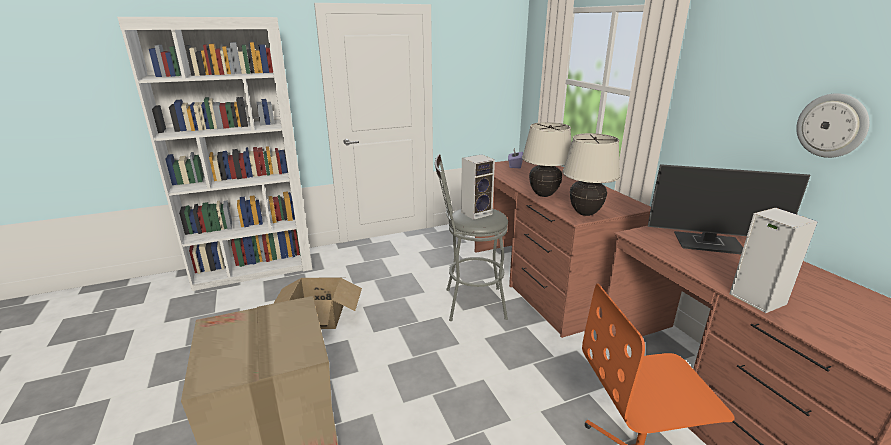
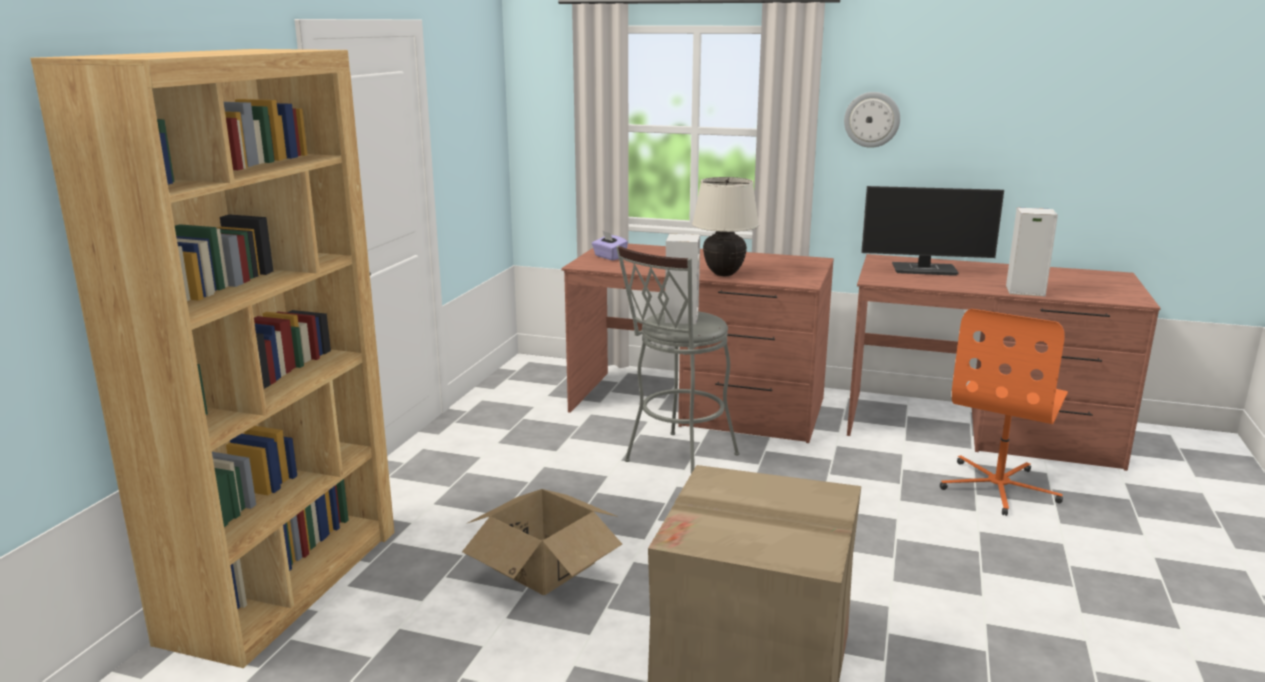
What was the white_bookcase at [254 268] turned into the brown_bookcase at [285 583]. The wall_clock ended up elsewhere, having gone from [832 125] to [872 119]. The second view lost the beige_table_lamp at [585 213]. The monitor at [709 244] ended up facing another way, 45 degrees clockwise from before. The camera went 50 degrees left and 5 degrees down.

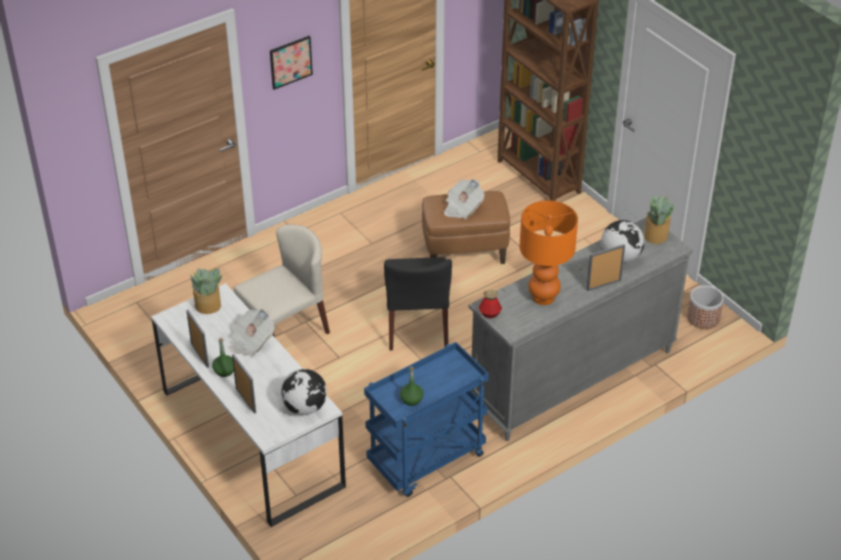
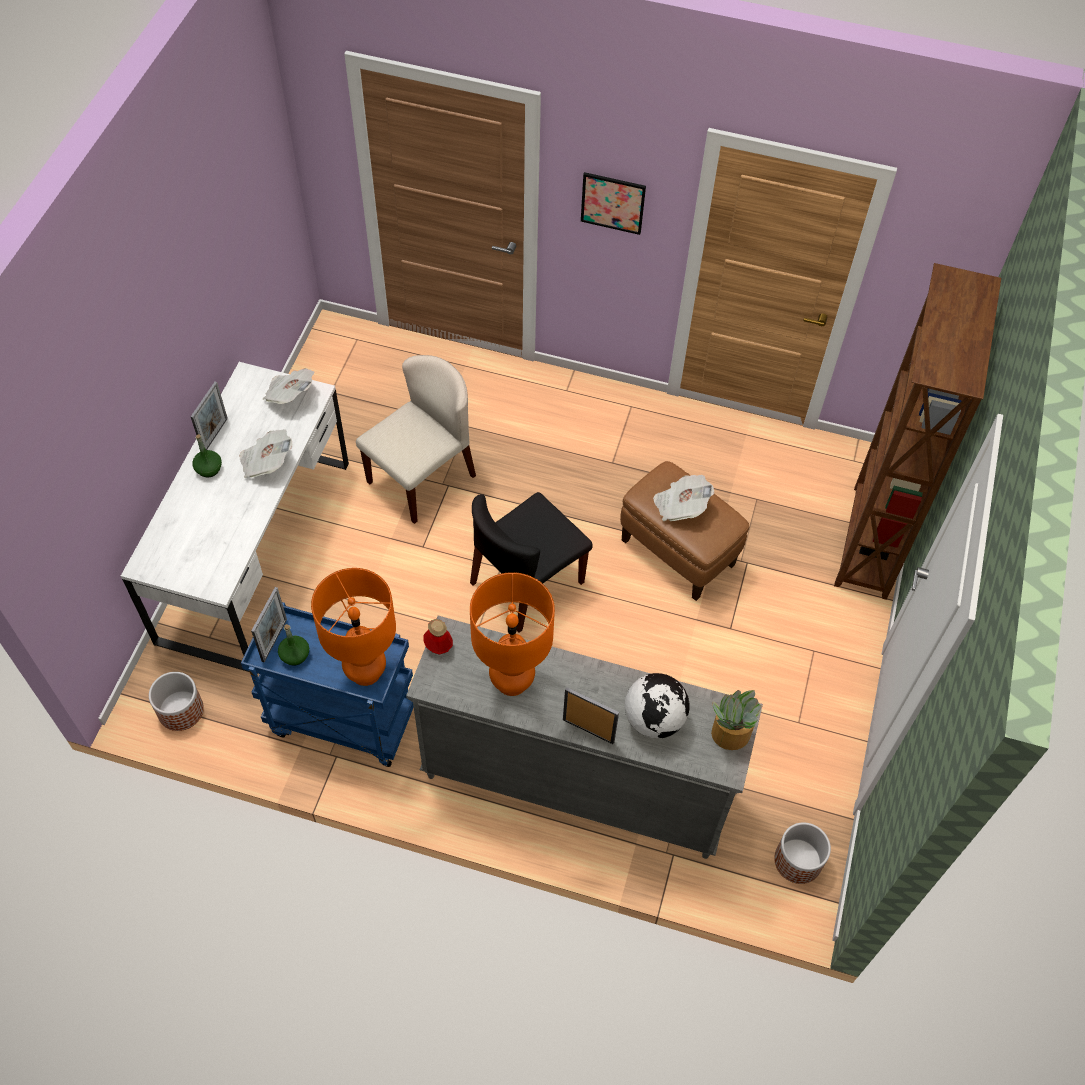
The beige_chair at [286 330] ended up facing another way, 60 degrees counterclockwise from before. Where the potted_plant stood at [208 306], the newspaper came to stand at [290 394]. The picture_frame ended up elsewhere, having gone from [246 400] to [274 640]. The second view lost the globe at [305 407]. The second view gained the orange_table_lamp at [365 671]. The second view gained the planter at [181 711]. The camera went 50 degrees right and 15 degrees up.

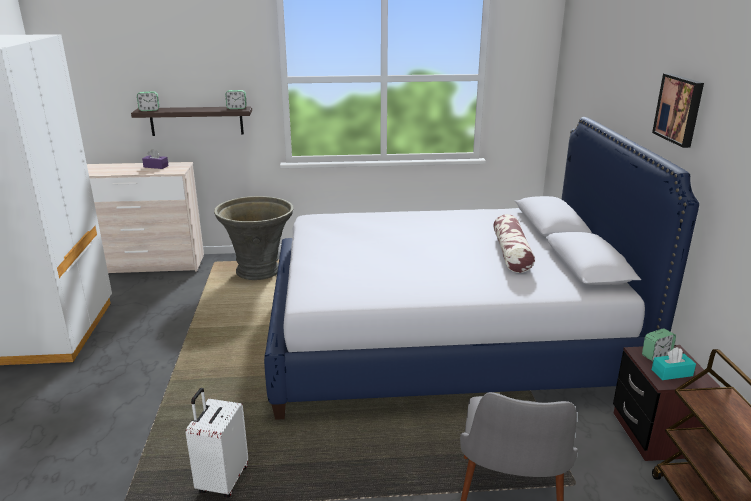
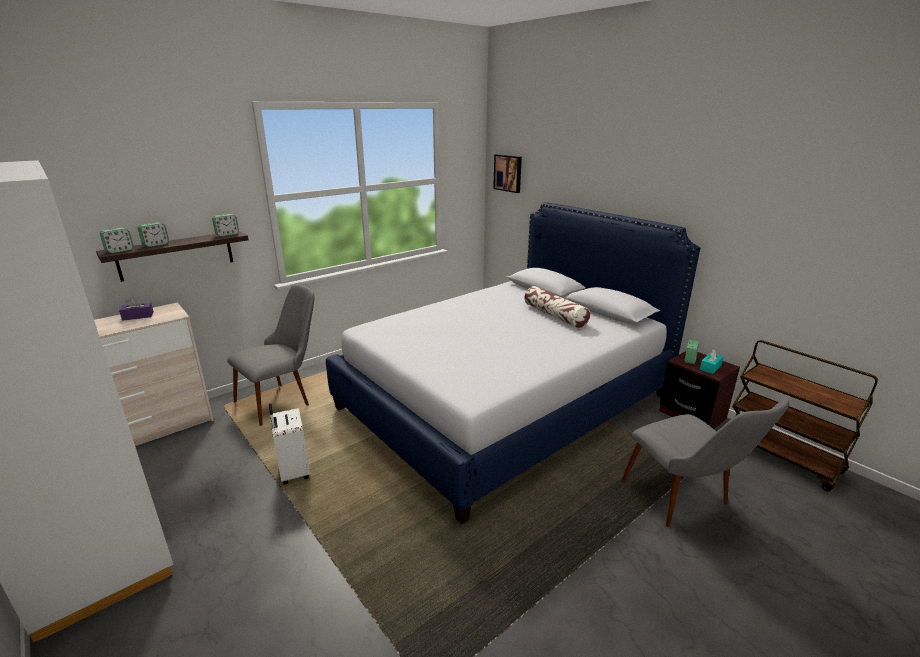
The picture ended up elsewhere, having gone from [680 109] to [508 173]. Where the grey_planter stood at [259 271], the grey_chair came to stand at [283 399]. The white_suitcase ended up elsewhere, having gone from [222 480] to [293 472]. The second view gained the alarm_clock at [156 244]. The camera went 35 degrees left and 0 degrees up.

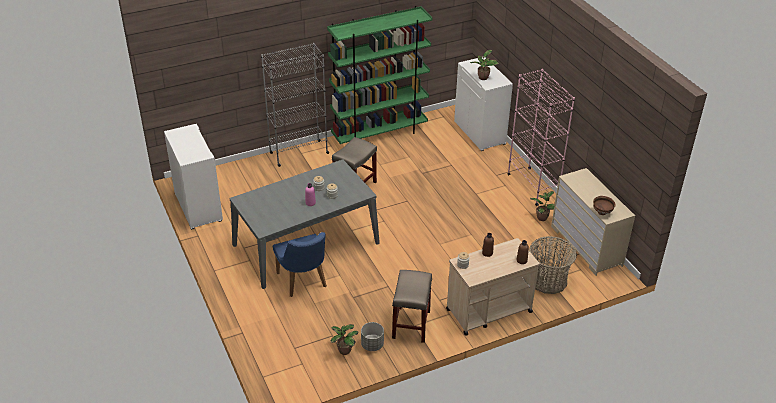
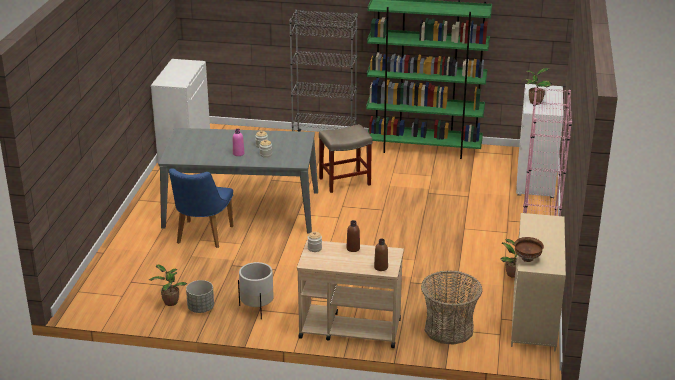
Where the beige_stool stood at [411 325], the white_planter came to stand at [257 308]. The camera went 35 degrees right and 10 degrees down.

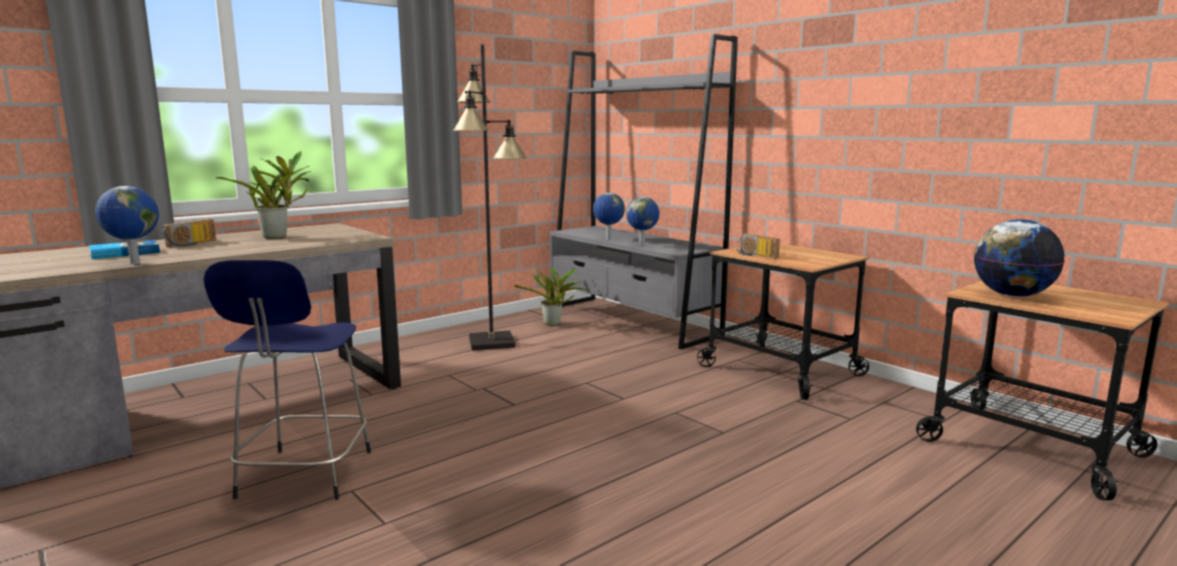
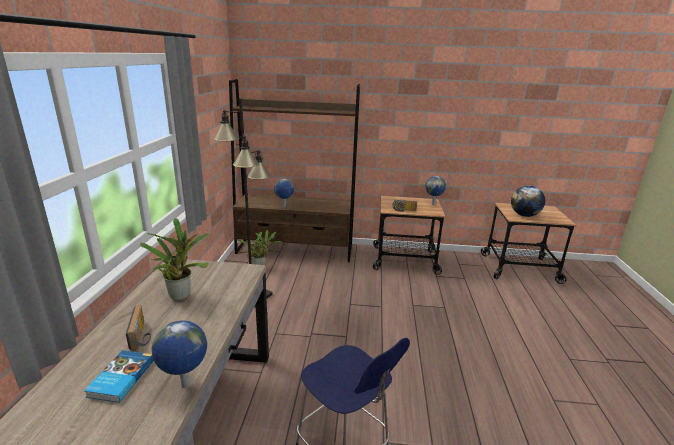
What was the grey_bookcase at [631 321] turned into the brown_bookcase at [295 249]. The globe ended up elsewhere, having gone from [642 245] to [433 204]. The camera went 45 degrees left and 10 degrees up.

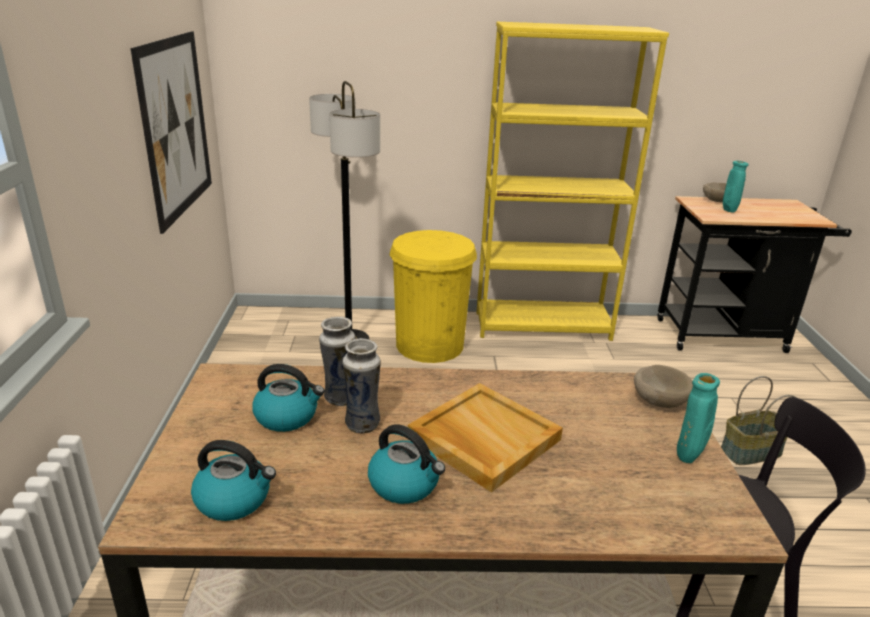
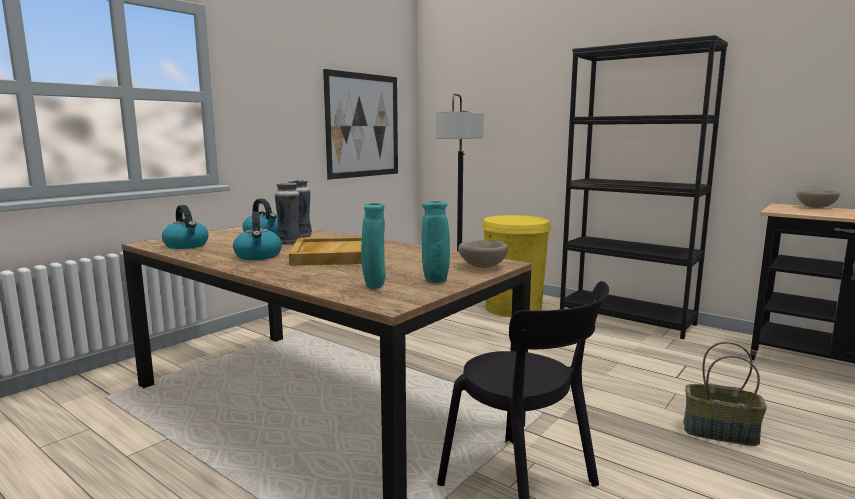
What was the yellow_bookcase at [542 326] turned into the black_bookcase at [626 318]. The turquoise_vase ended up elsewhere, having gone from [728 211] to [374 287]. The camera went 40 degrees right and 15 degrees down.

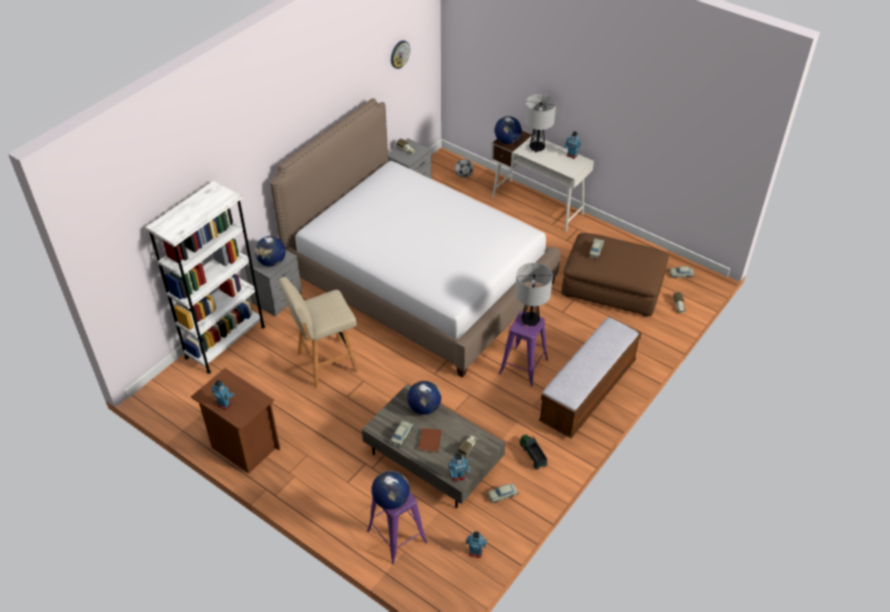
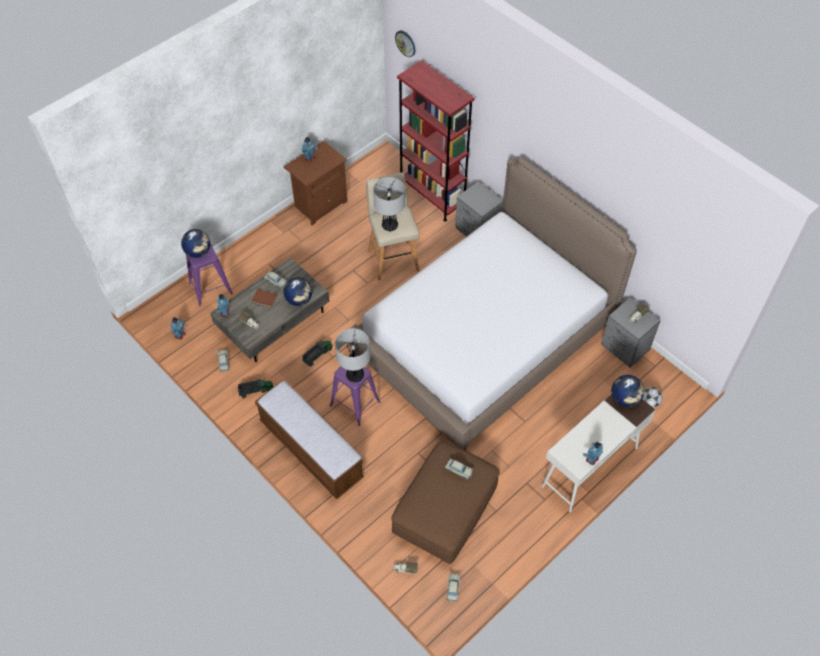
The wall_clock ended up elsewhere, having gone from [399 54] to [406 43]. The table_lamp ended up elsewhere, having gone from [537 148] to [390 226]. What was the white_bookcase at [225 342] turned into the red_bookcase at [432 195]. The second view lost the globe at [272 262]. The second view gained the toy_truck at [317 355]. The camera went 100 degrees right and 10 degrees up.

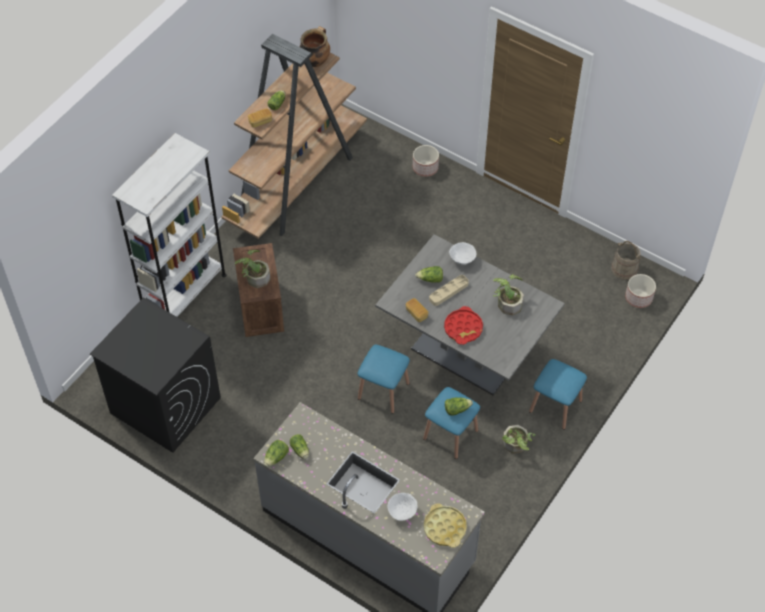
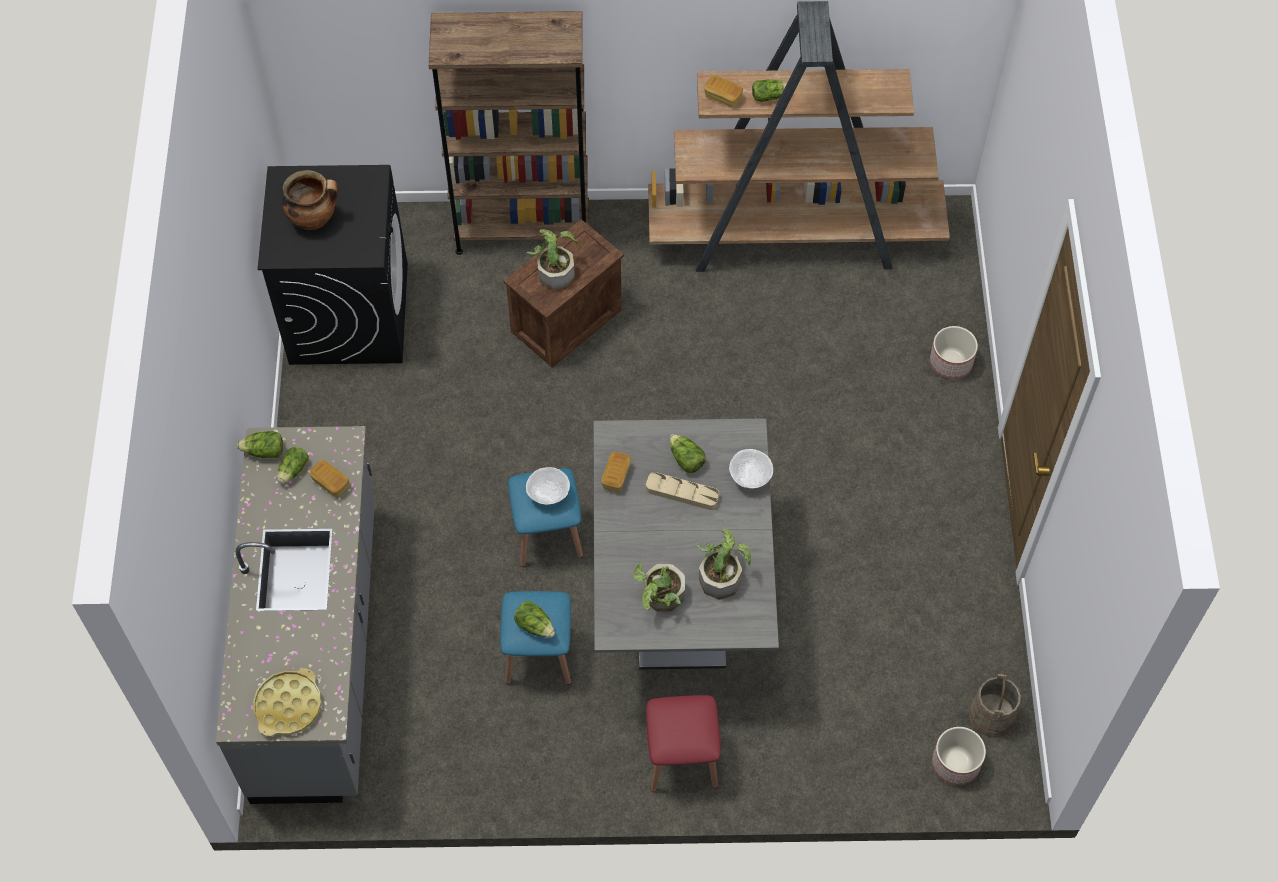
The cooking_pot ended up elsewhere, having gone from [315 61] to [314 219]. What was the white_bookcase at [184 295] turned into the brown_bookcase at [522 229]. The second view lost the red_tray at [463 328]. What was the blue_stool at [555 406] turned into the red_stool at [681 758]. The potted_plant ended up elsewhere, having gone from [516 446] to [659 598]. The white_bowl ended up elsewhere, having gone from [402 512] to [549 494]. The second view gained the bread at [331 483]. The camera went 55 degrees right and 5 degrees up.

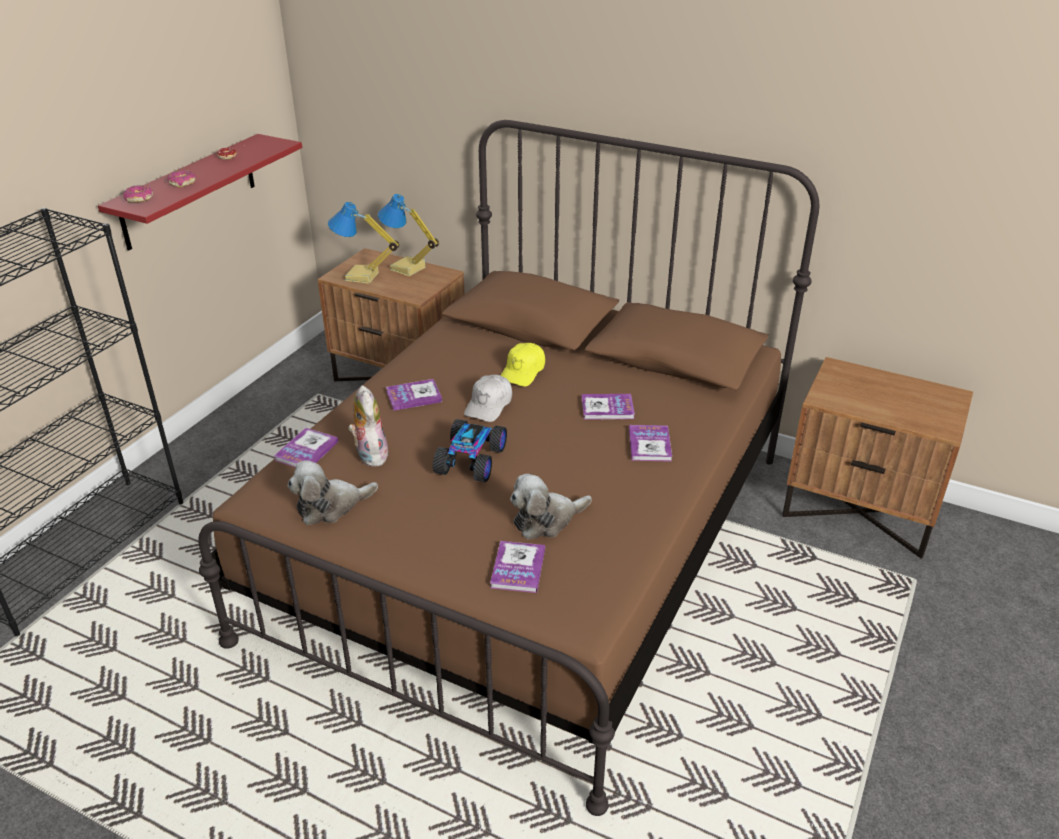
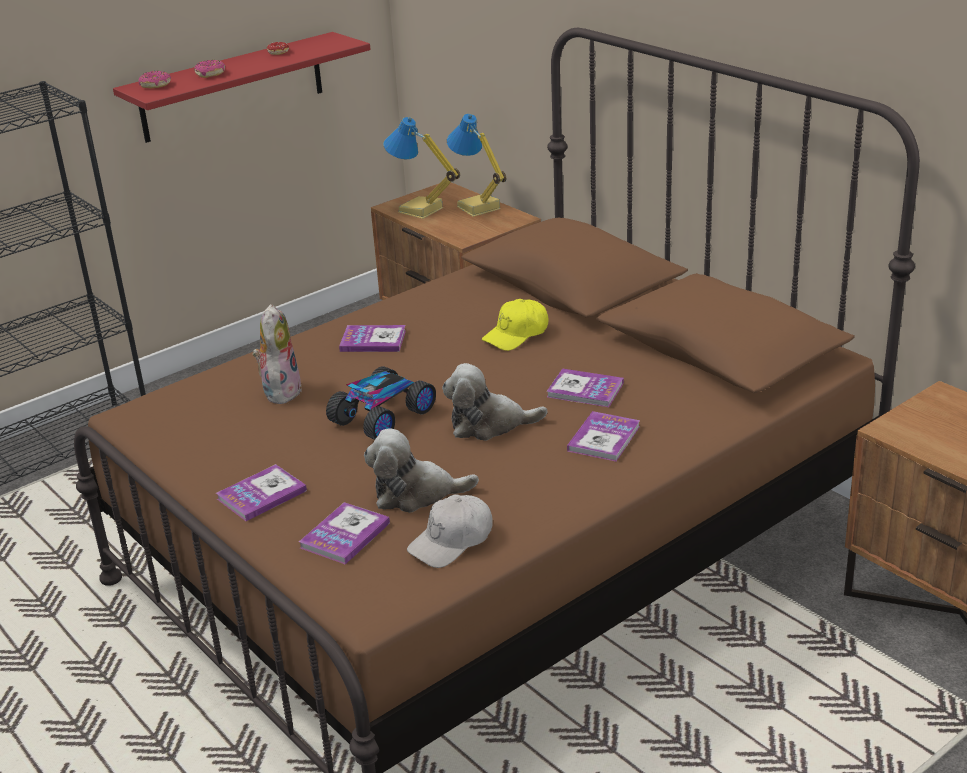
The white_cap ended up elsewhere, having gone from [489 405] to [452 541]. The book ended up elsewhere, having gone from [306 451] to [261 495]. The plush_toy ended up elsewhere, having gone from [330 506] to [489 424]. The camera went 25 degrees right and 5 degrees down.

